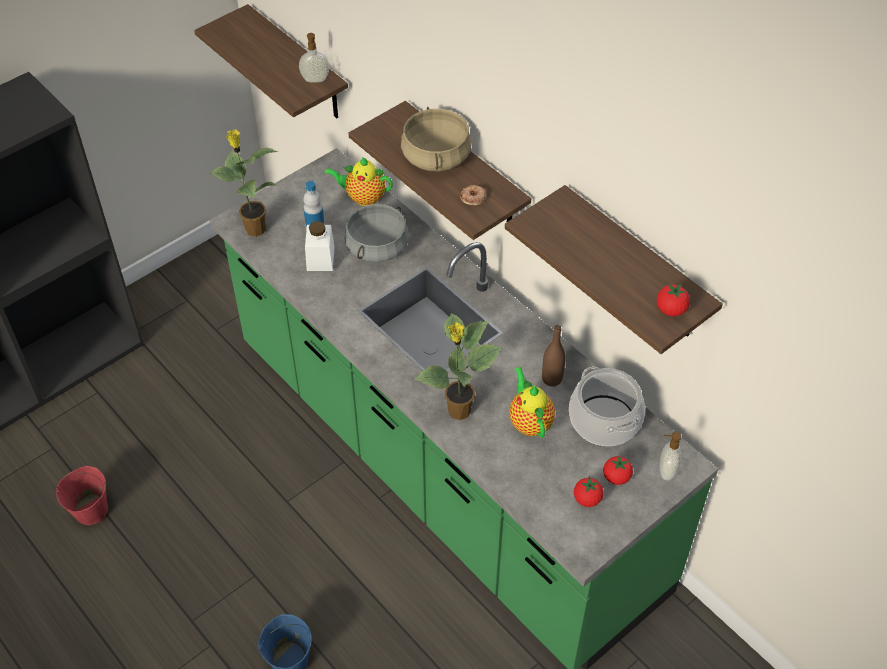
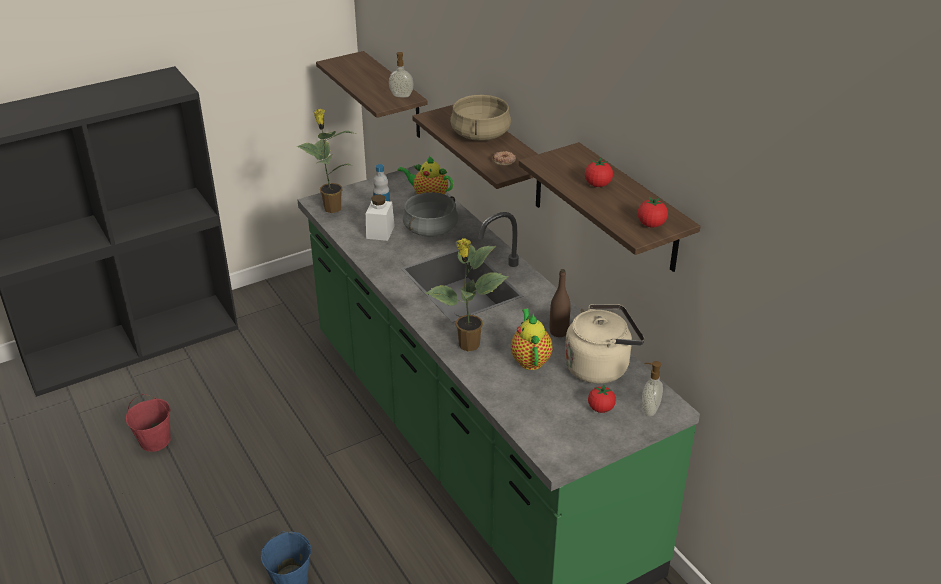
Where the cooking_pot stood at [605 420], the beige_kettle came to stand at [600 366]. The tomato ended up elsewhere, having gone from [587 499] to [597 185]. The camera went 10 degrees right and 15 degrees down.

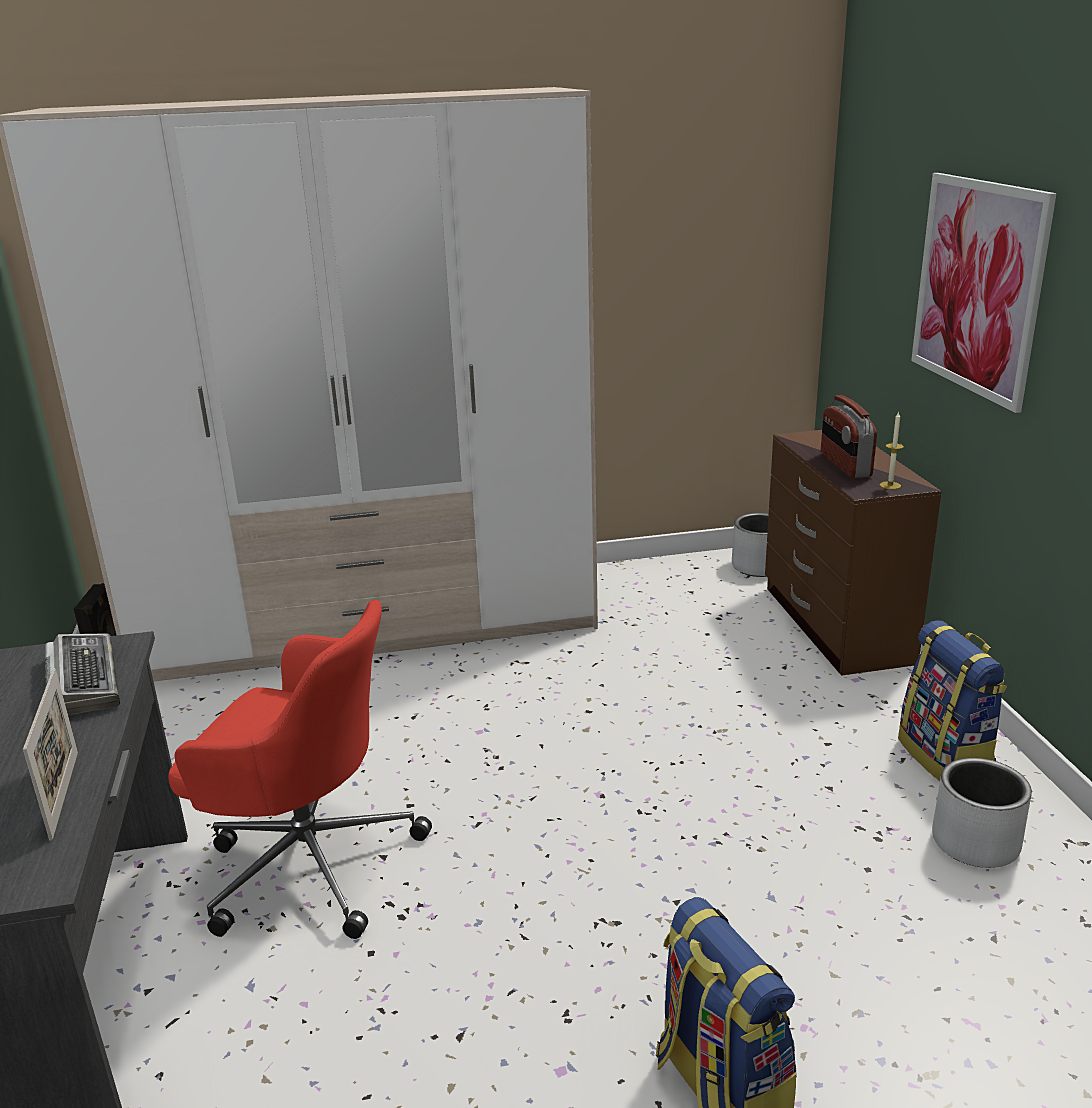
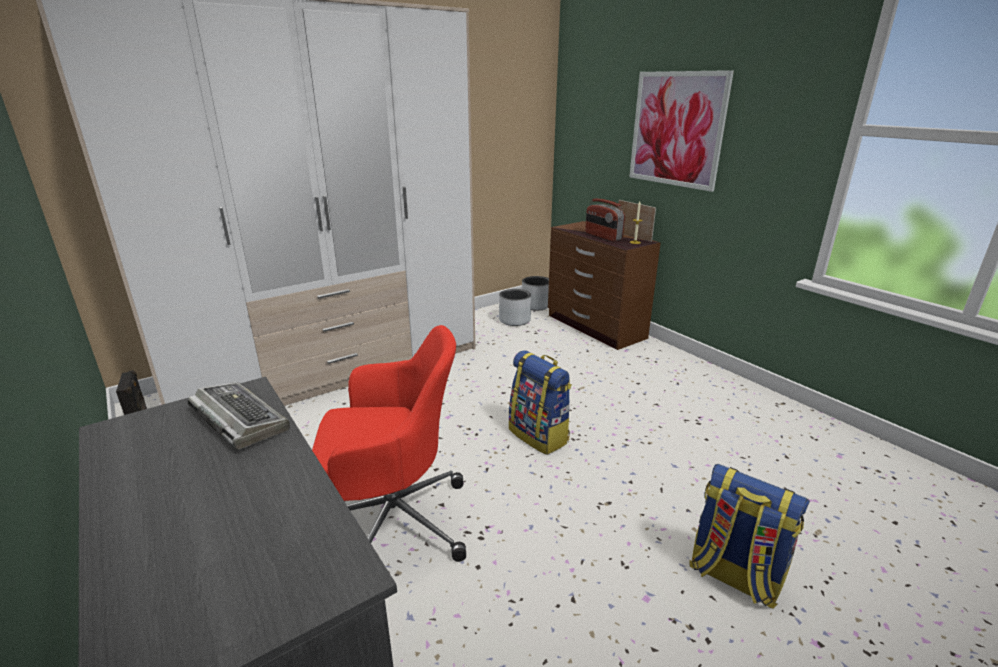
The backpack ended up elsewhere, having gone from [946 758] to [539 435]. The picture_frame ended up elsewhere, having gone from [64 794] to [633 236]. The grey_planter ended up elsewhere, having gone from [974 842] to [514 320]. The camera went 25 degrees left and 0 degrees up.

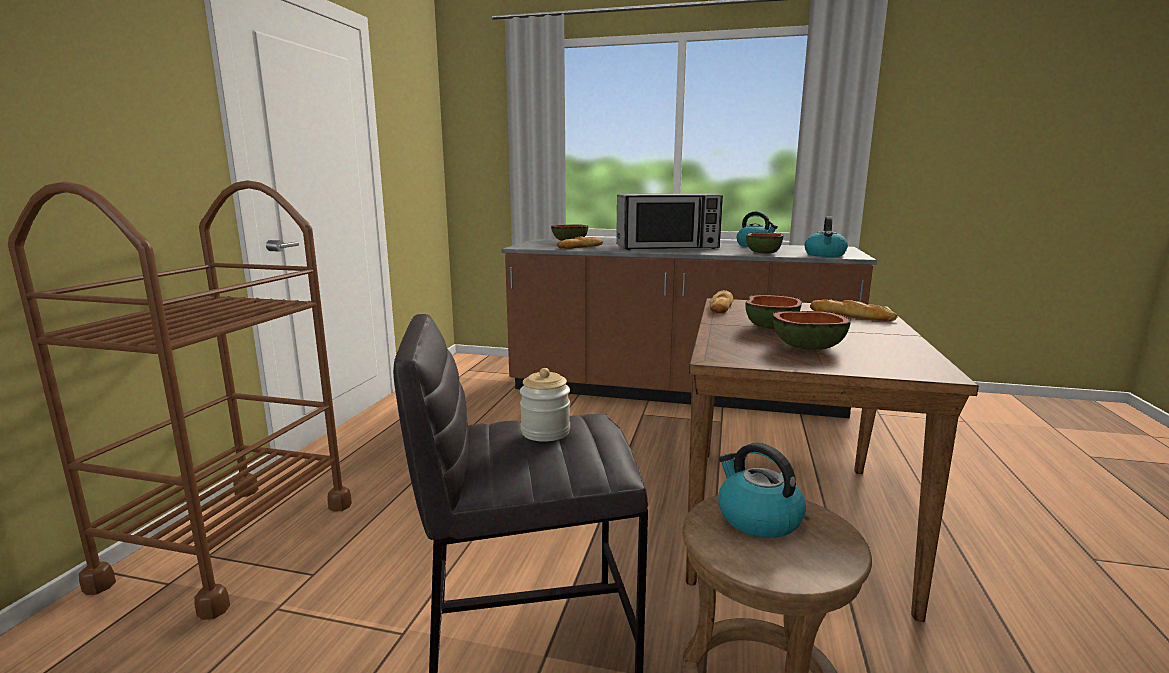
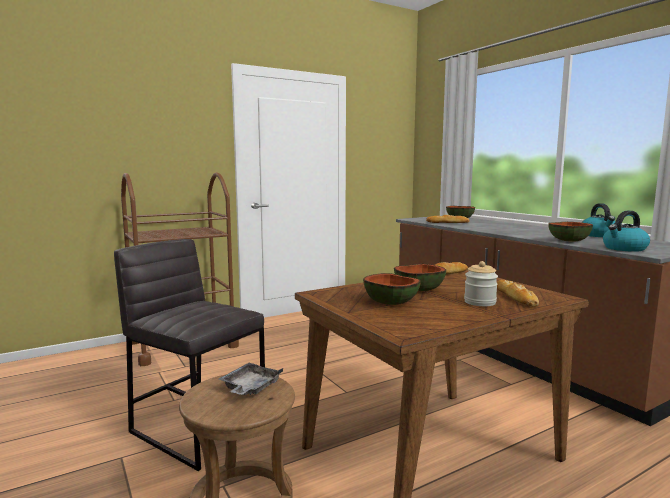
The second view lost the microwave at [667 247]. The jar ended up elsewhere, having gone from [545 432] to [480 302]. Where the kettle stood at [757 518], the grey_tray came to stand at [250 388]. The camera went 45 degrees right and 5 degrees down.

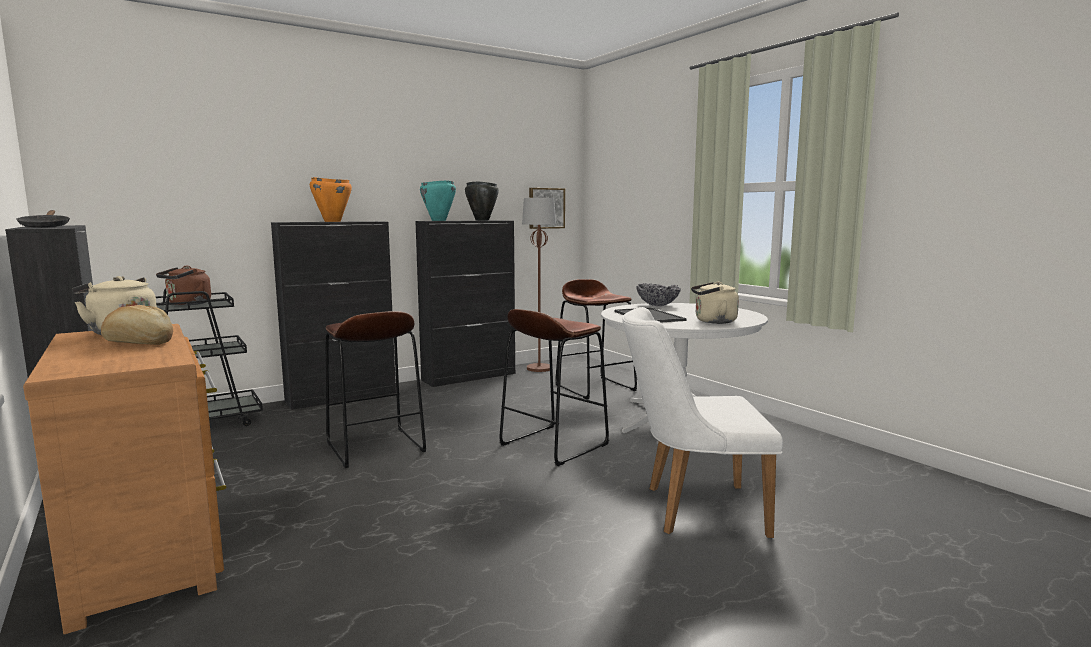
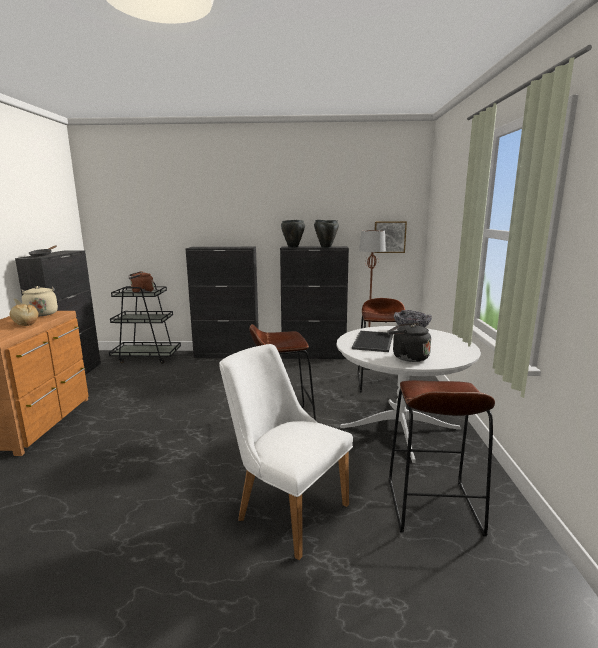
The second view lost the orange_cooking_pot at [332 221]. What was the turquoise_cooking_pot at [438 220] turned into the black_cooking_pot at [293 247]. What was the beige_kettle at [713 321] turned into the black_kettle at [407 357]. The brown_stool ended up elsewhere, having gone from [375 447] to [432 506]. The camera went 35 degrees right and 5 degrees up.

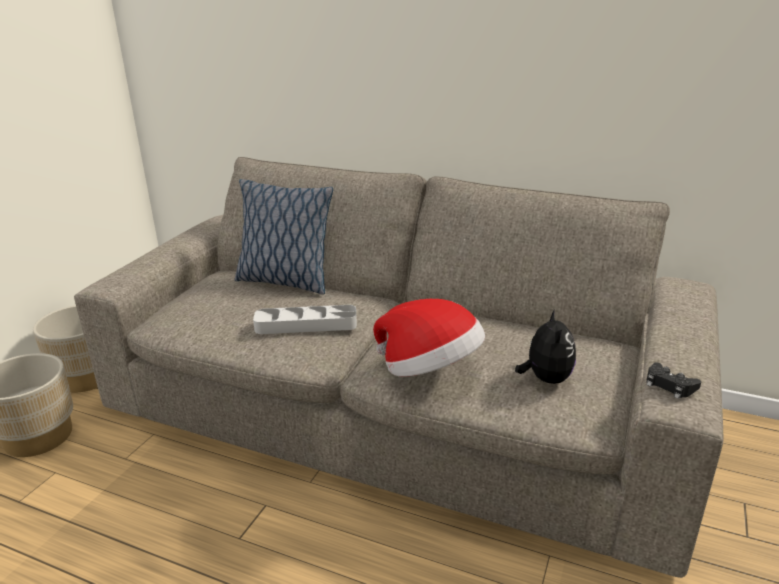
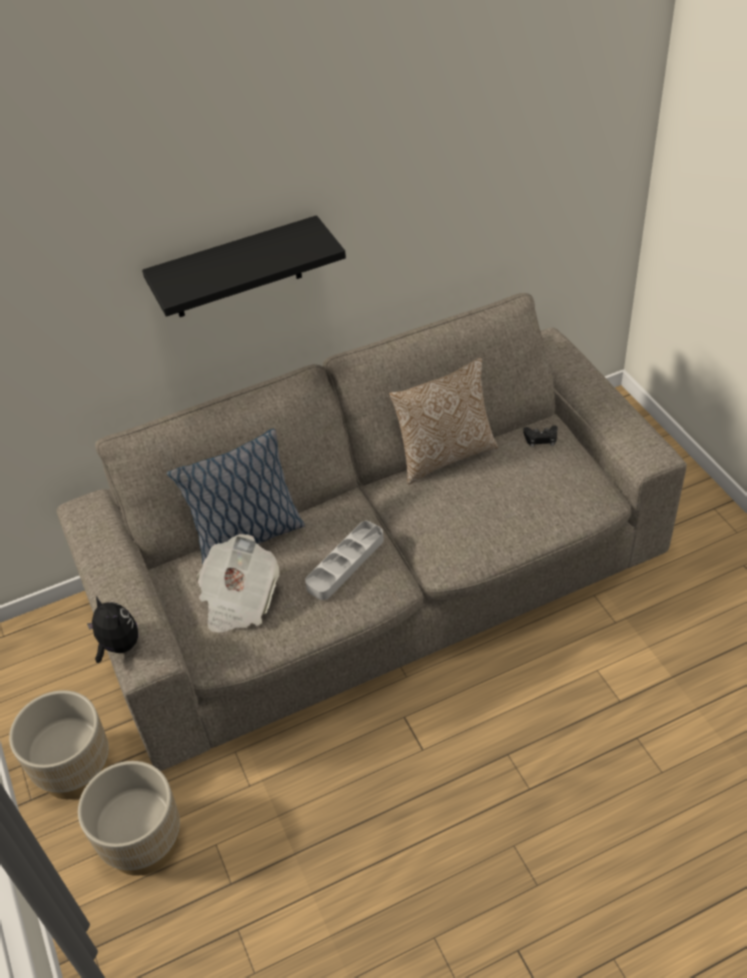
The second view lost the hat at [429 370]. The plush_toy ended up elsewhere, having gone from [545 378] to [118 646]. The black_game_controller ended up elsewhere, having gone from [669 385] to [541 438]. The second view gained the black_shelf at [236 269]. The second view gained the pillow at [444 455]. The second view gained the newspaper at [239 600]. The camera went 45 degrees left and 20 degrees up.

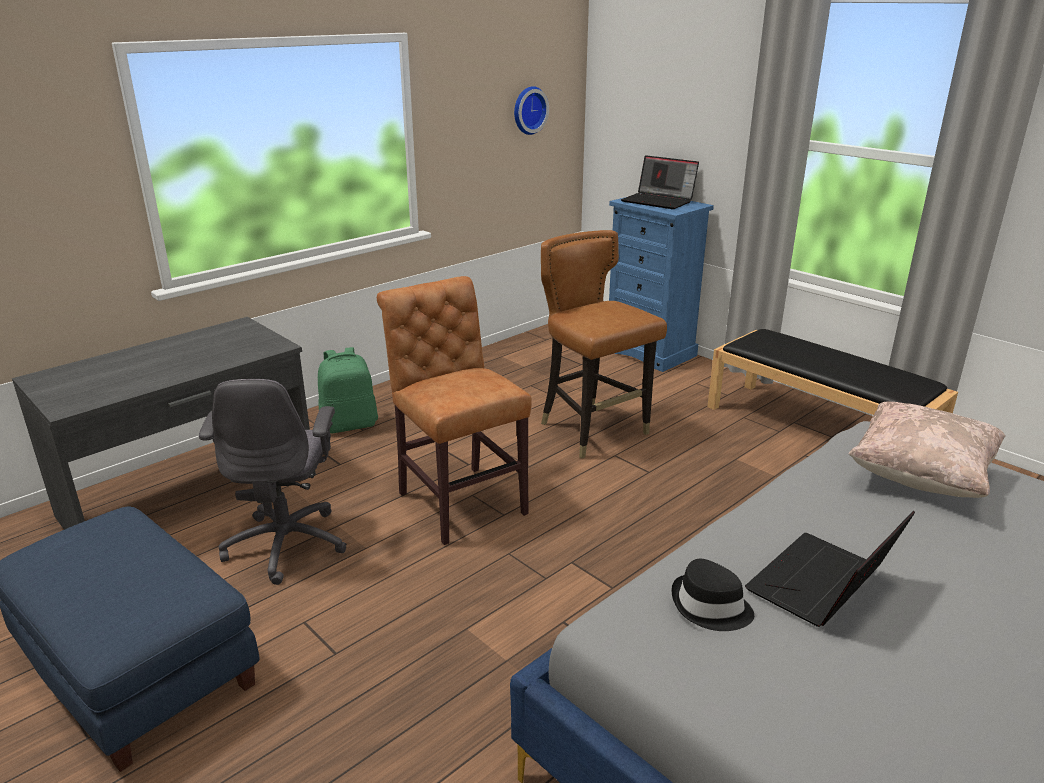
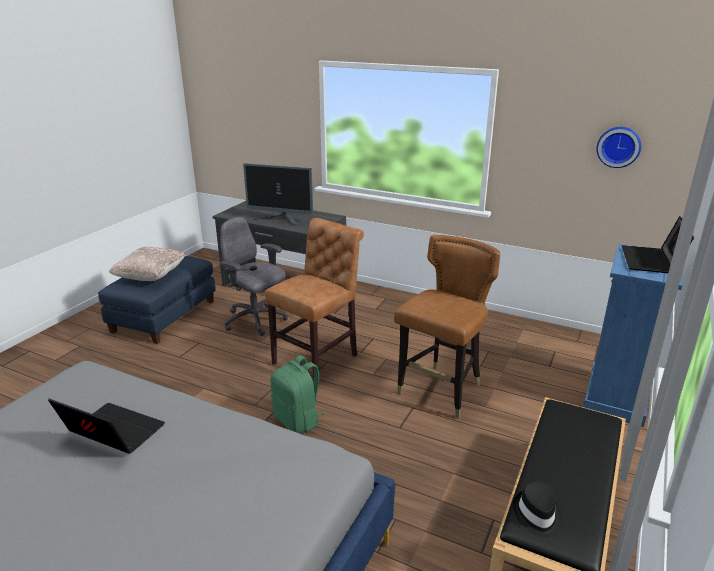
The green_backpack ended up elsewhere, having gone from [350 425] to [298 420]. The grey_office_chair at [287 543] ended up facing another way, 60 degrees clockwise from before. The beige_pillow ended up elsewhere, having gone from [920 476] to [150 277]. The black_hat ended up elsewhere, having gone from [710 607] to [537 514]. The second view gained the monitor at [281 219]. The camera went 70 degrees right and 0 degrees up.

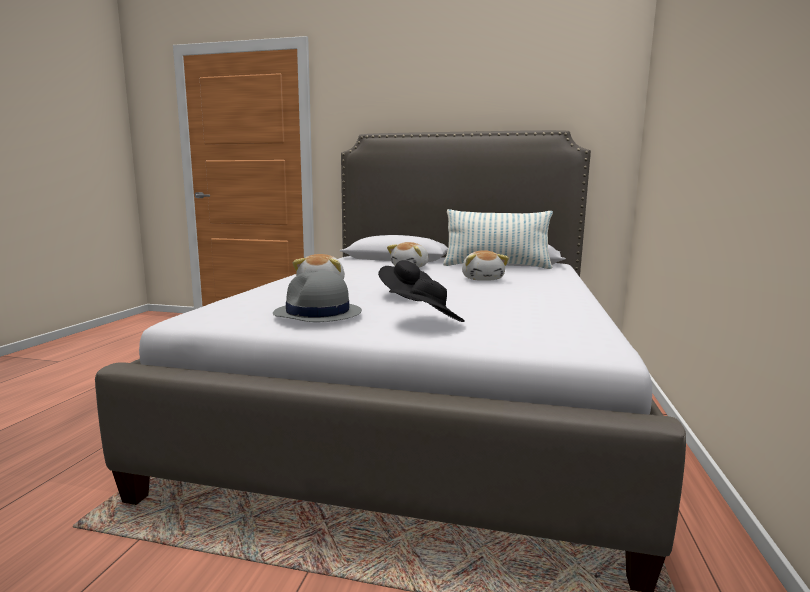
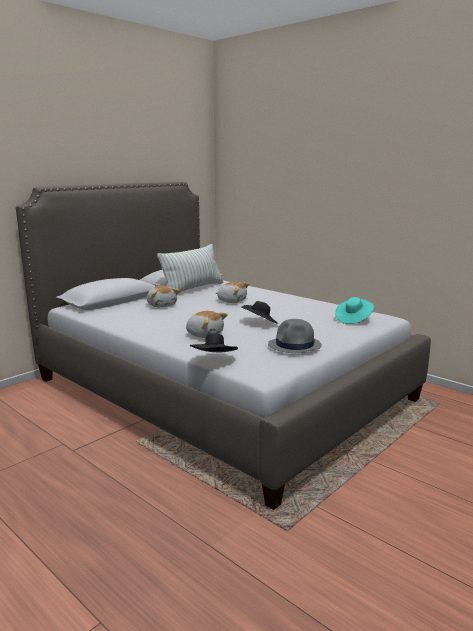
The black_hat ended up elsewhere, having gone from [427 323] to [214 359]. The second view gained the turquoise_hat at [353 319]. The camera went 60 degrees left and 5 degrees up.

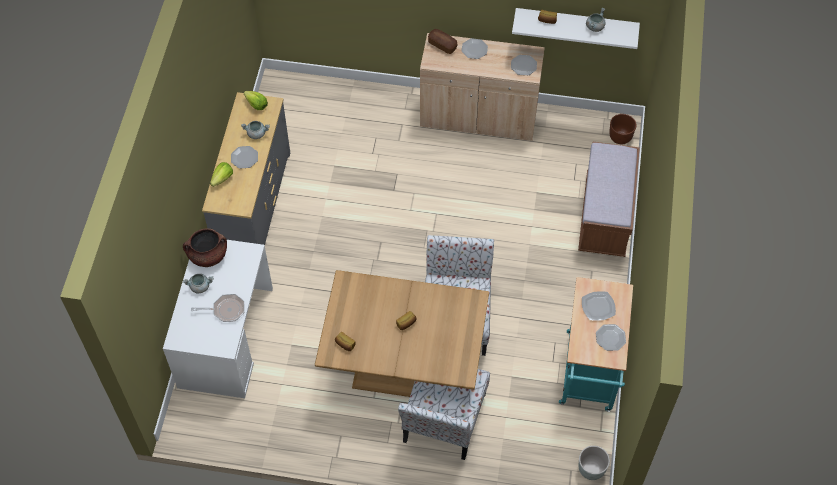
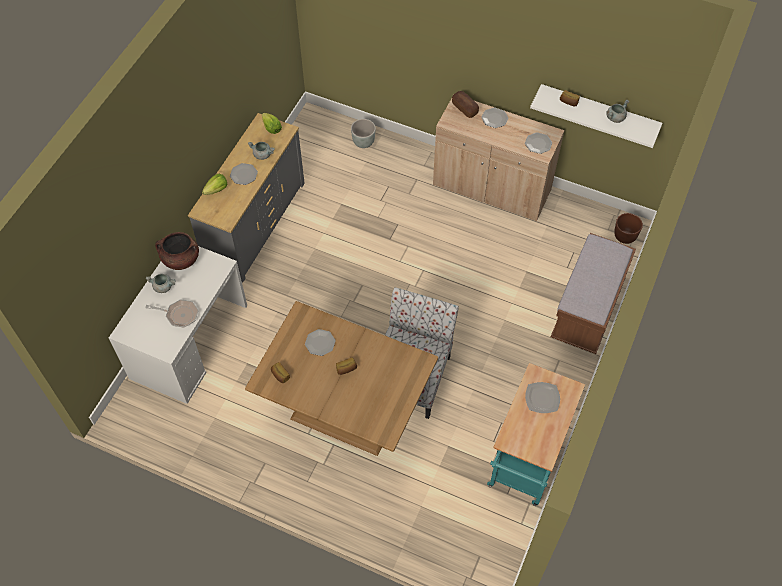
The plate ended up elsewhere, having gone from [610 338] to [320 343]. The second view lost the chair at [443 419]. The grey_planter ended up elsewhere, having gone from [591 470] to [363 142]. The camera went 15 degrees right and 0 degrees up.

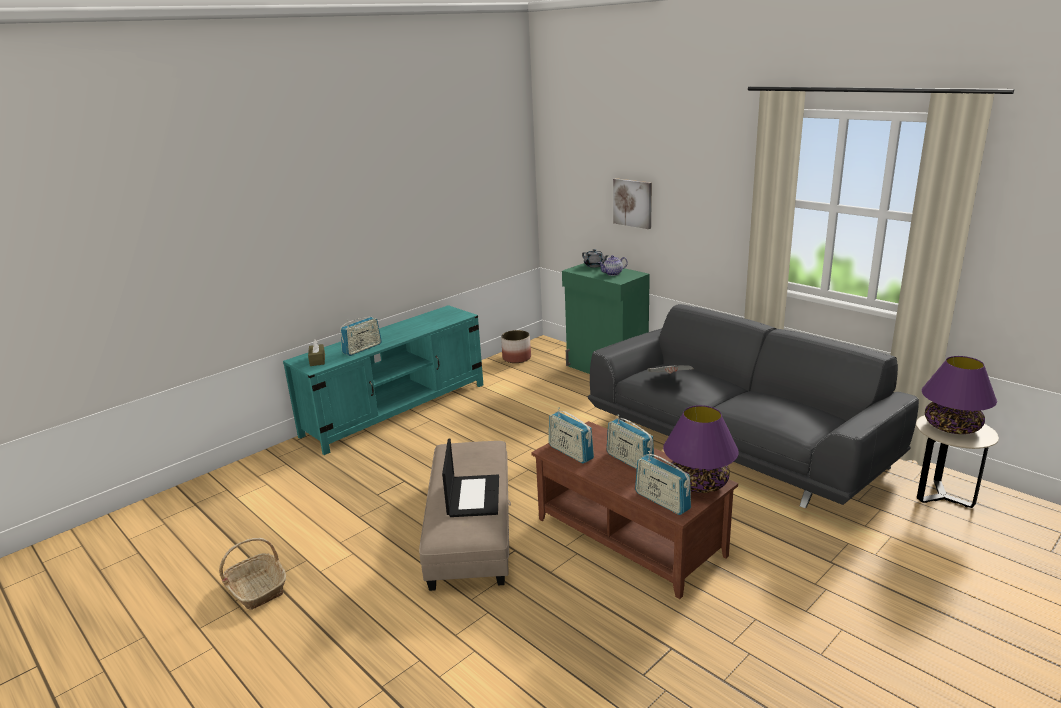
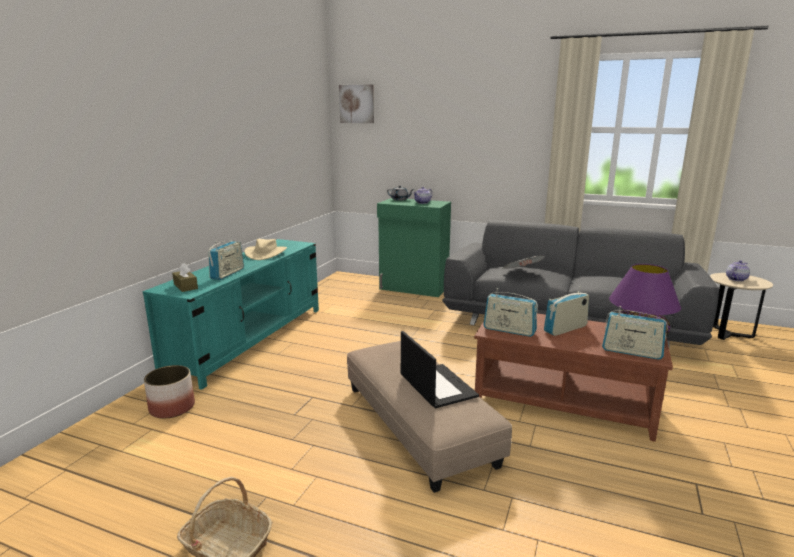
The picture ended up elsewhere, having gone from [633 203] to [357 104]. The planter ended up elsewhere, having gone from [516 358] to [172 408]. Where the purple_table_lamp stood at [951 427], the teapot came to stand at [736 279]. The radio at [630 461] ended up facing another way, 120 degrees clockwise from before. The second view gained the beige_hat at [266 253]. The camera went 25 degrees left and 5 degrees down.

